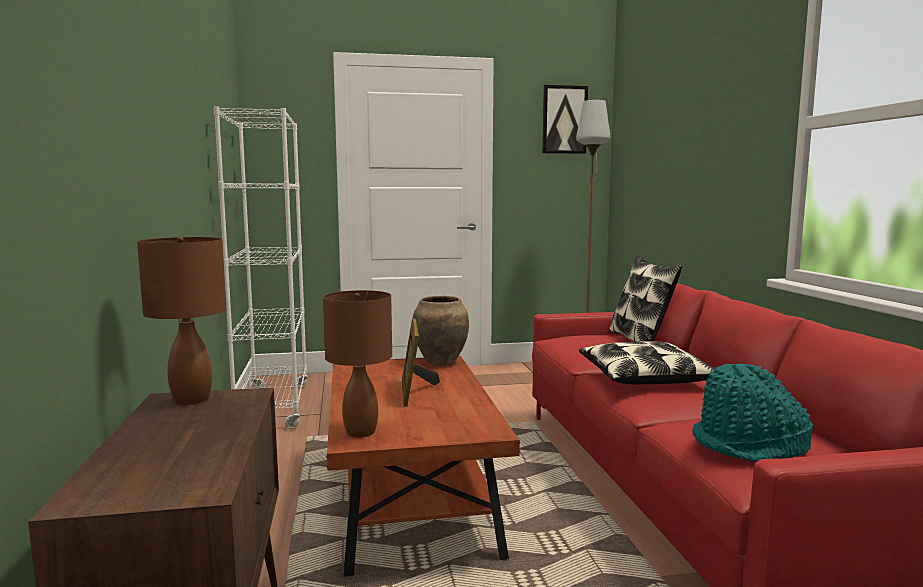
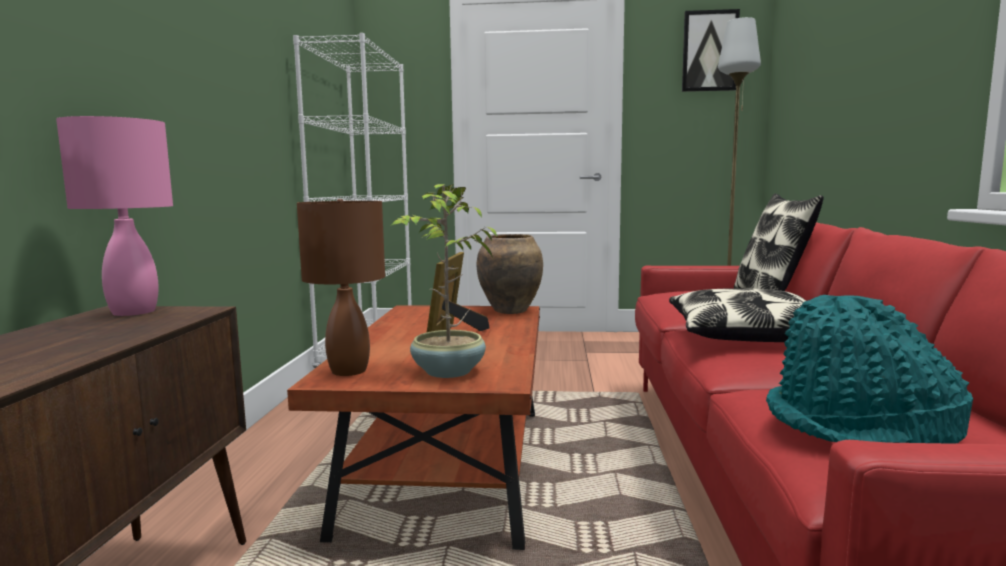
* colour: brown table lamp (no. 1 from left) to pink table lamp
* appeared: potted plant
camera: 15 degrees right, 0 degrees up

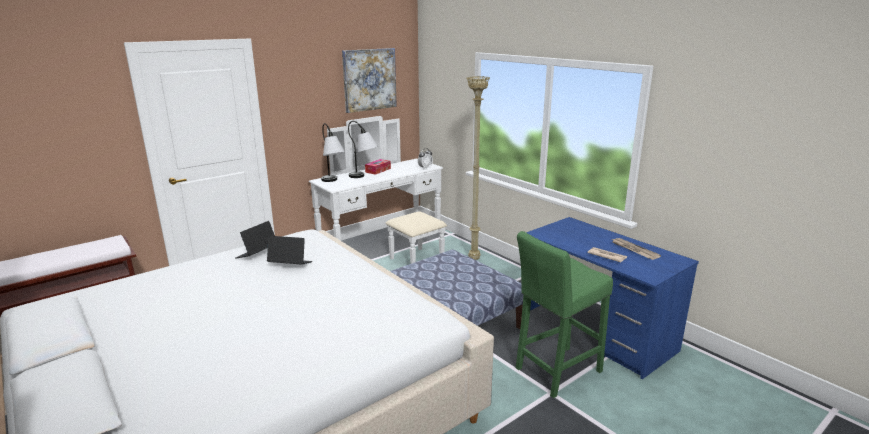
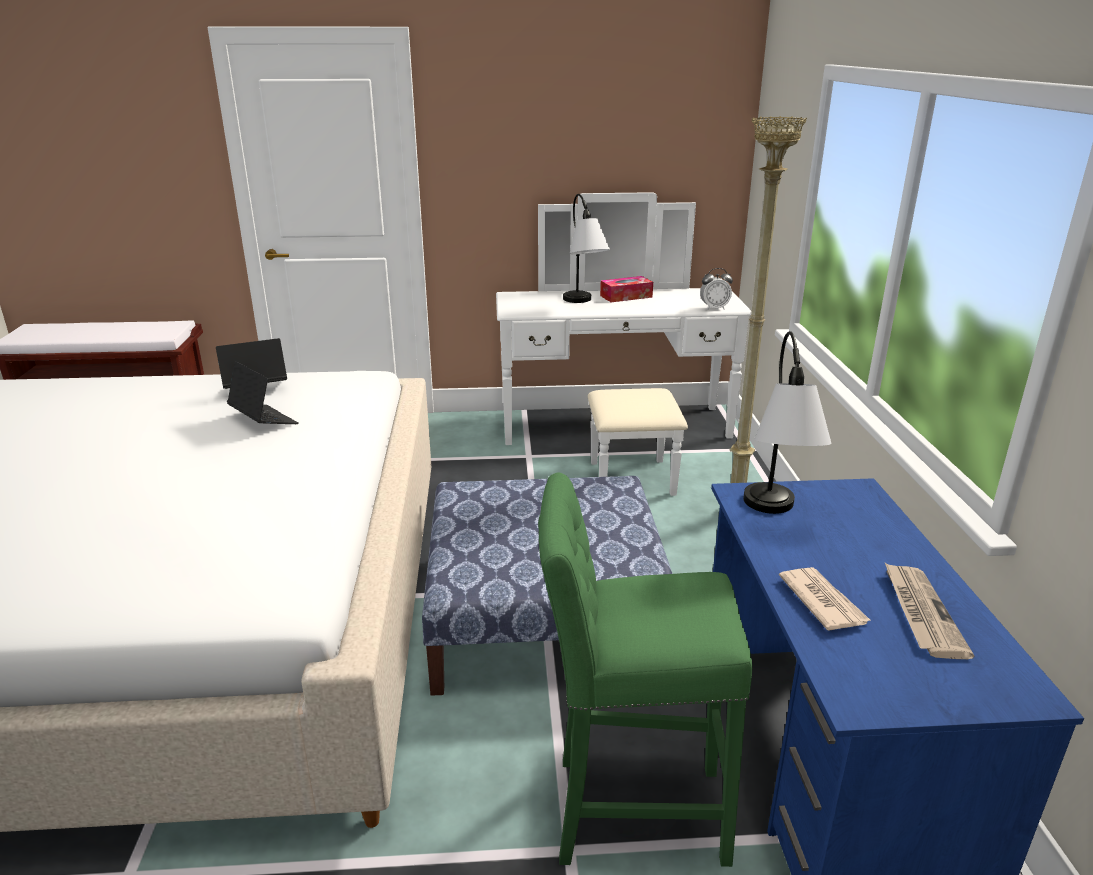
* missing: wall picture
* relocated: table lamp (no. 1 from left in the first image) to table lamp (no. 2 from left)
camera: 35 degrees right, 5 degrees up

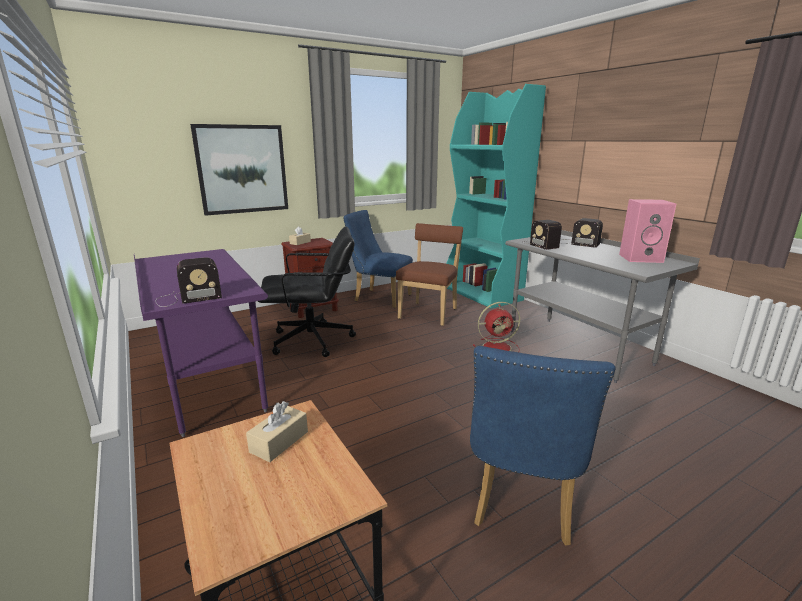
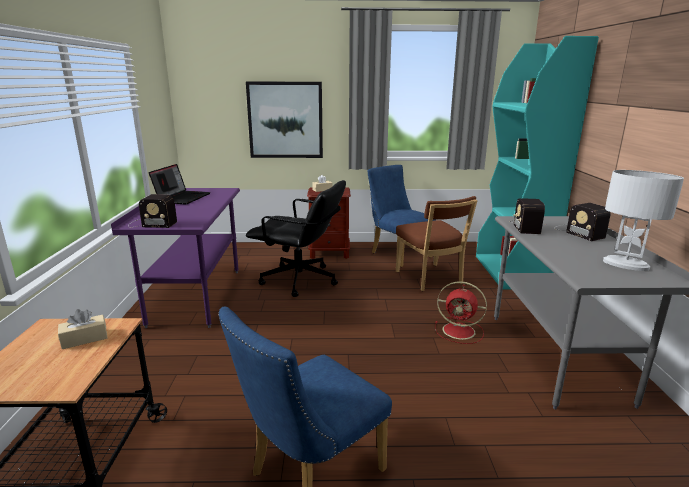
* exchanged: pink audio speaker to whitish table lamp
* spun: brown upright chair 105 degrees clockwise
* appeared: portable computer
camera: 30 degrees right, 0 degrees up

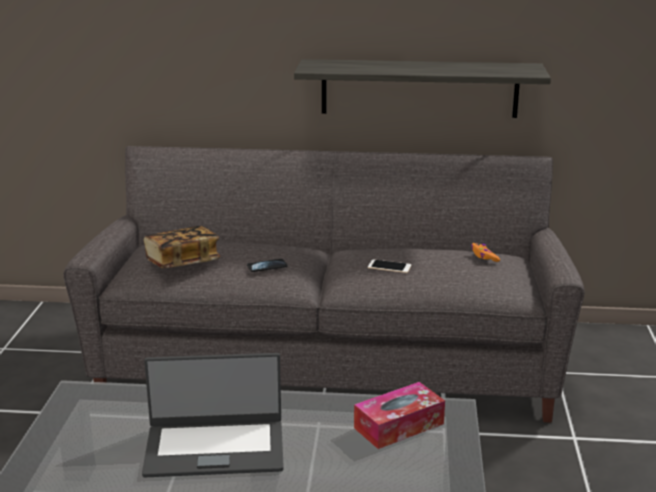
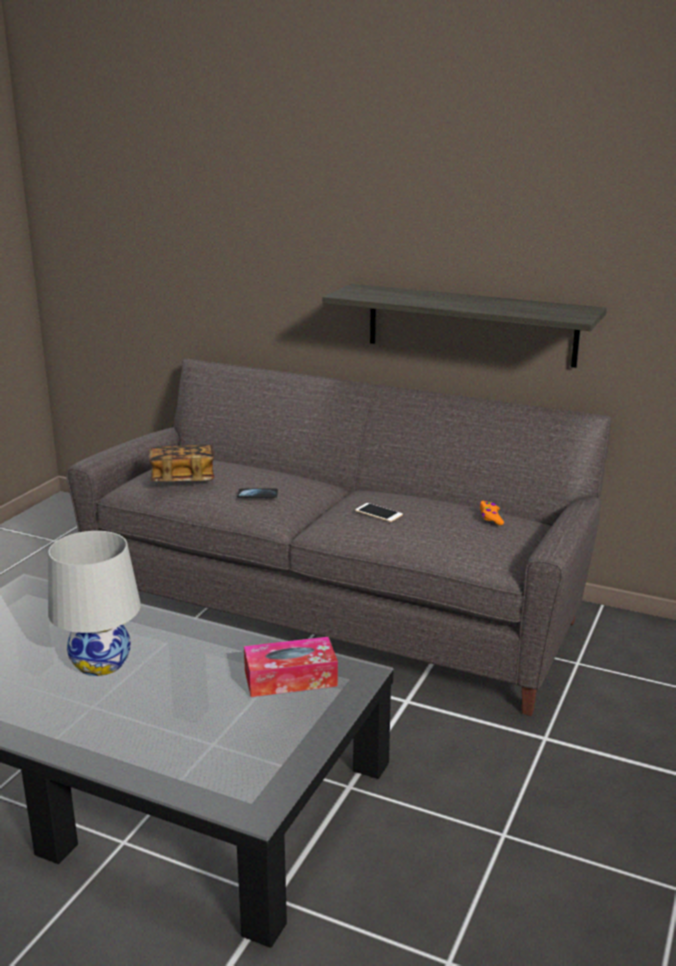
* exchanged: portable computer to whitish table lamp
camera: 20 degrees right, 0 degrees up

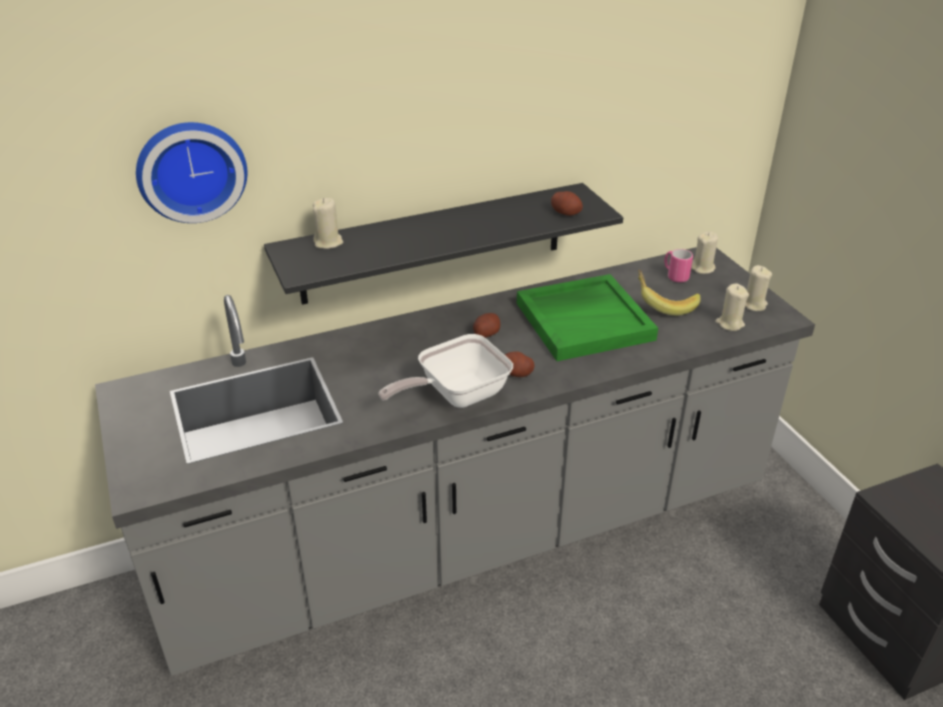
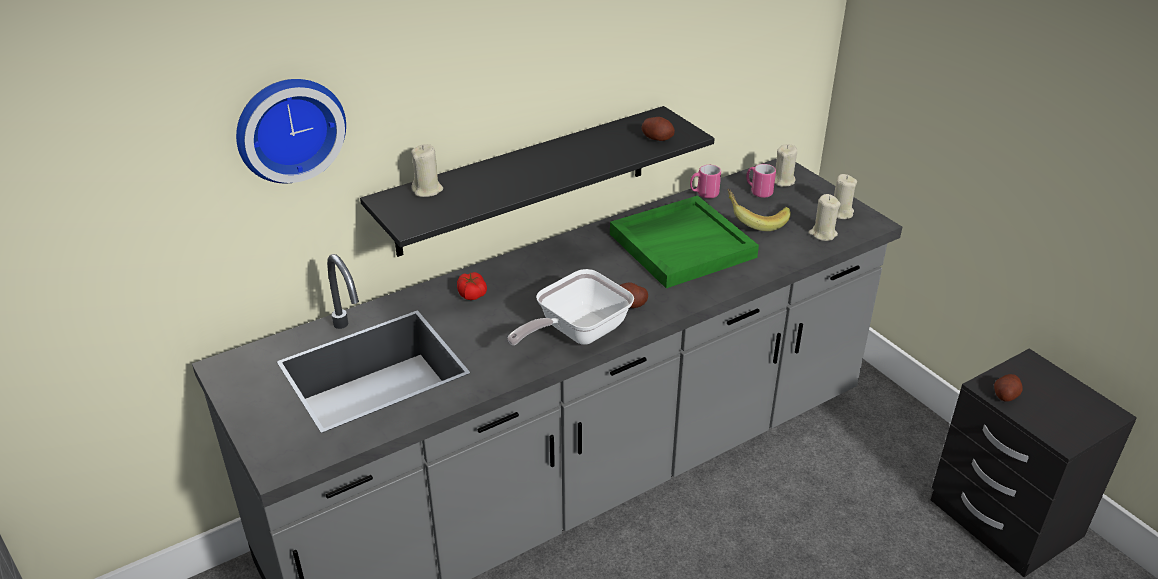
* relocated: whole potato (no. 1 from left in the first image) to whole potato (no. 3 from left)
* appeared: pink coffee mug (no. 1 from left)
* appeared: whole tomato
camera: 10 degrees left, 0 degrees up

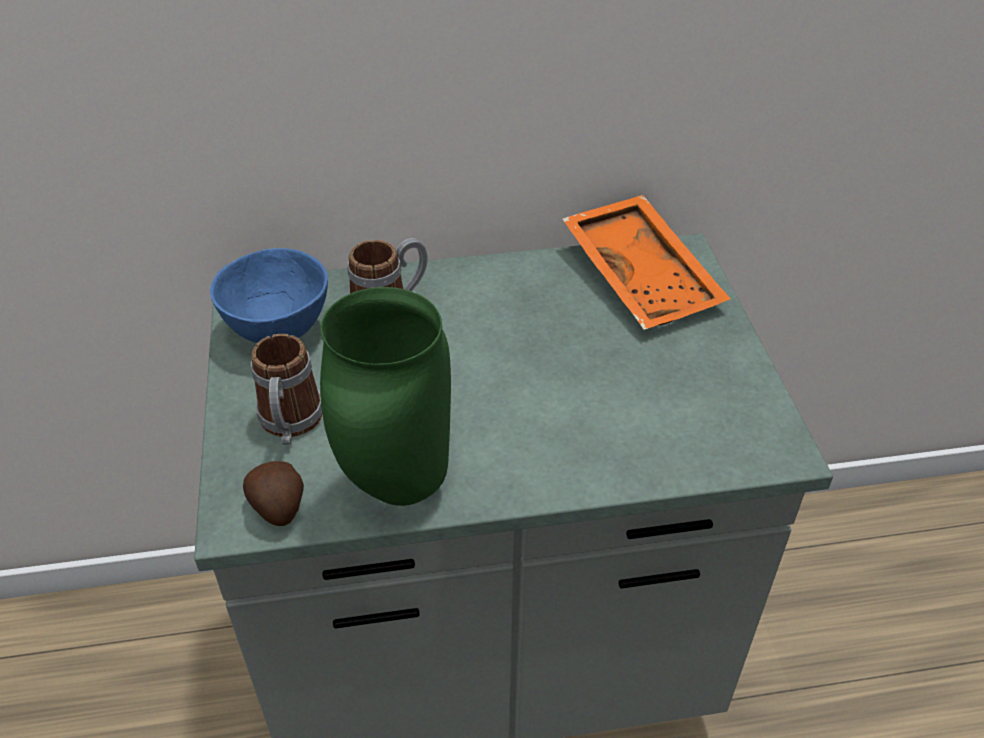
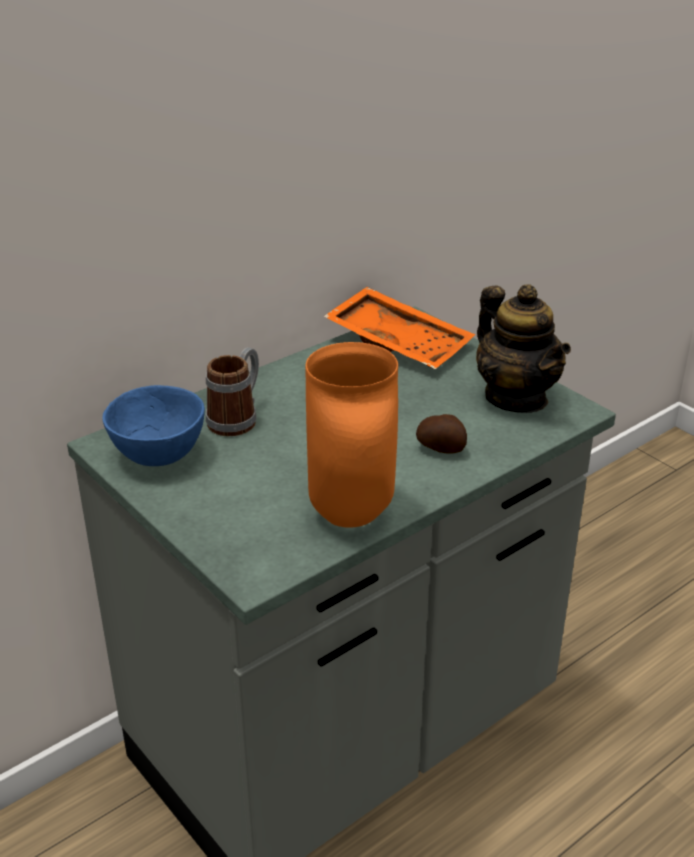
* colour: green decorative vase to orange decorative vase
* missing: coffee mug (no. 1 from left)
* relocated: whole potato
* appeared: tea pot
camera: 30 degrees left, 10 degrees down

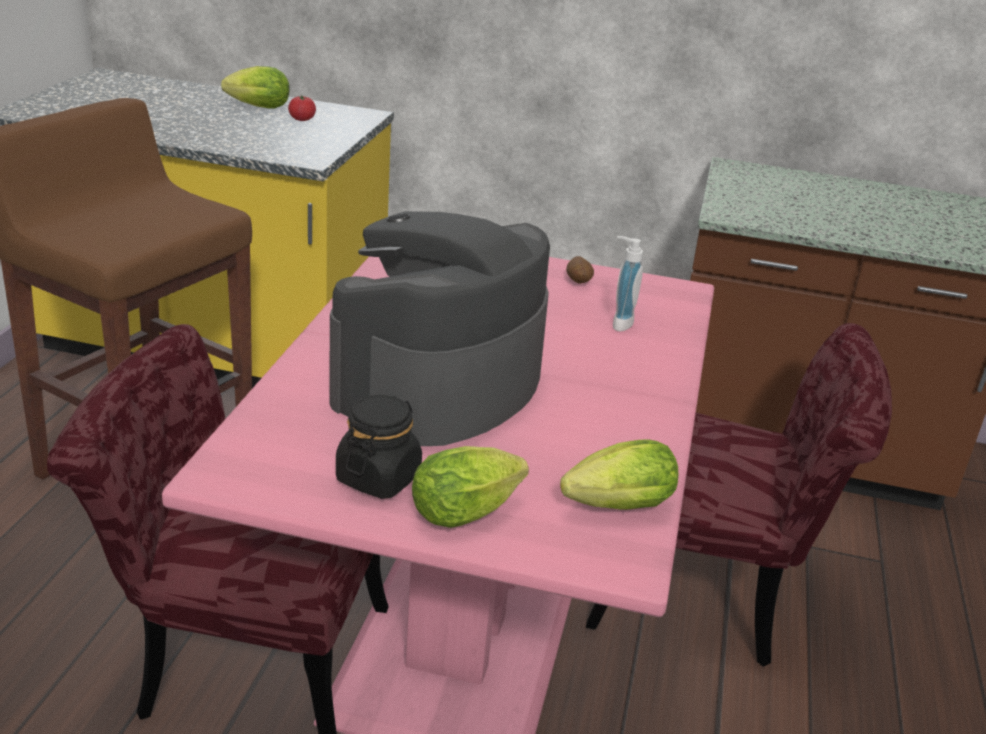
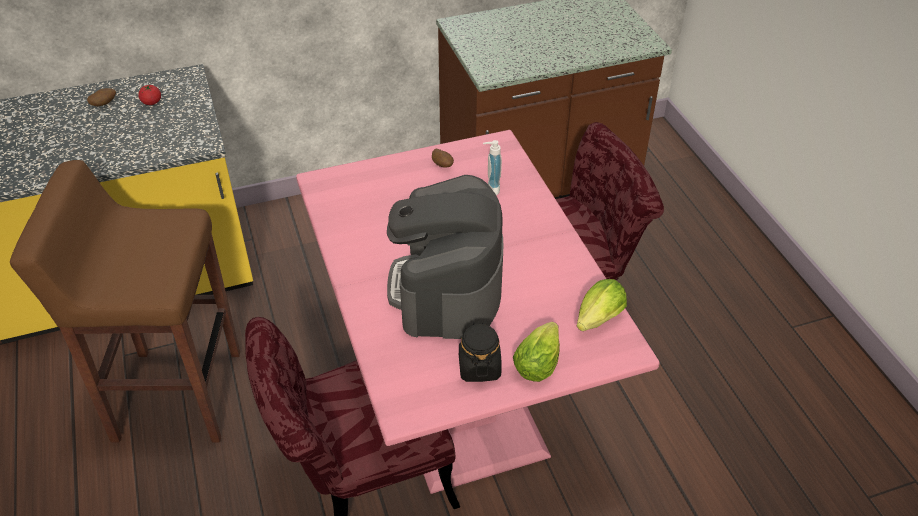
* exchanged: lettuce (no. 1 from left) to whole potato (no. 1 from left)
camera: 30 degrees left, 15 degrees up

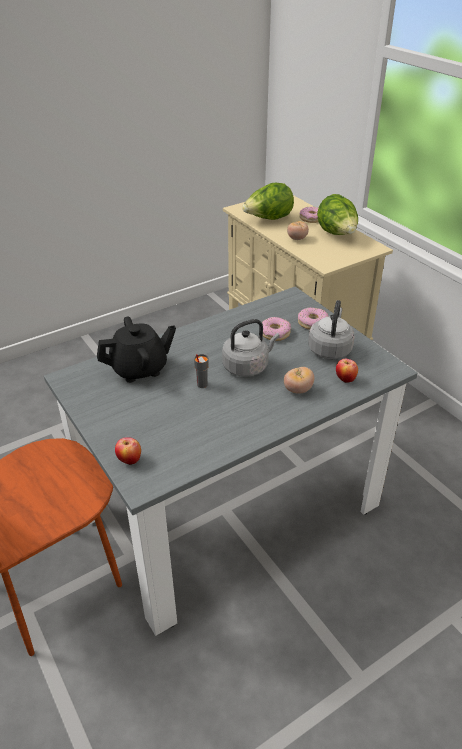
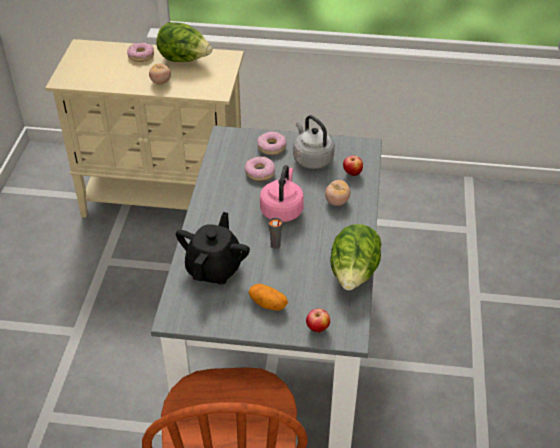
* relocated: lettuce (no. 1 from left in the first image) to lettuce (no. 2 from left)
* colour: gray kettle (no. 1 from left) to pink kettle
* appeared: whole potato
camera: 50 degrees left, 5 degrees up

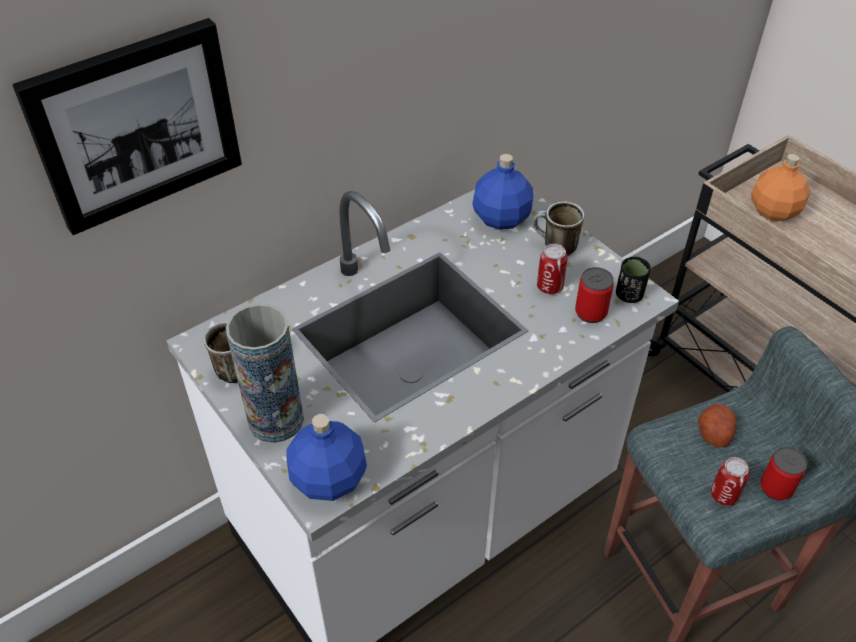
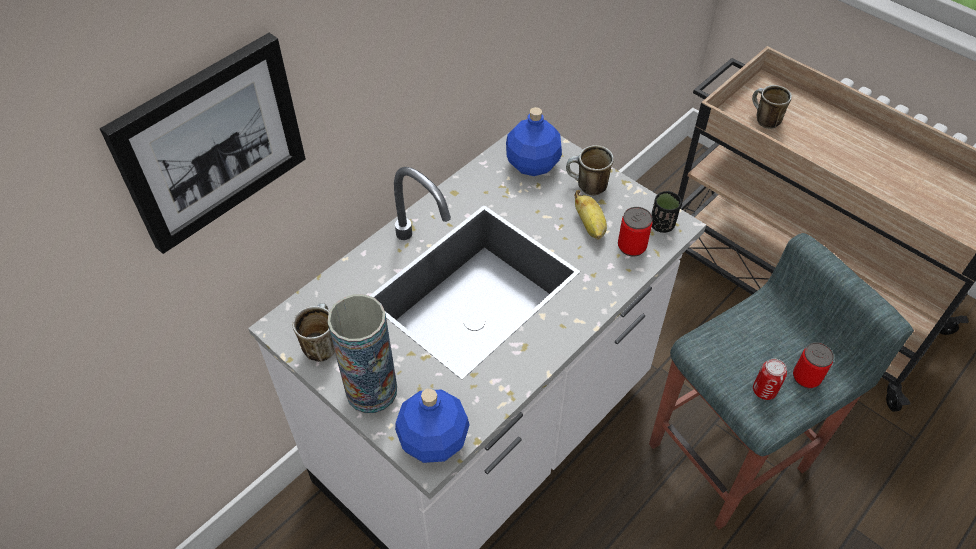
* exchanged: orange beverage bottle to coffee mug (no. 3 from left)
* exchanged: metal can (no. 1 from left) to banana
* missing: whole potato
camera: 10 degrees left, 5 degrees up

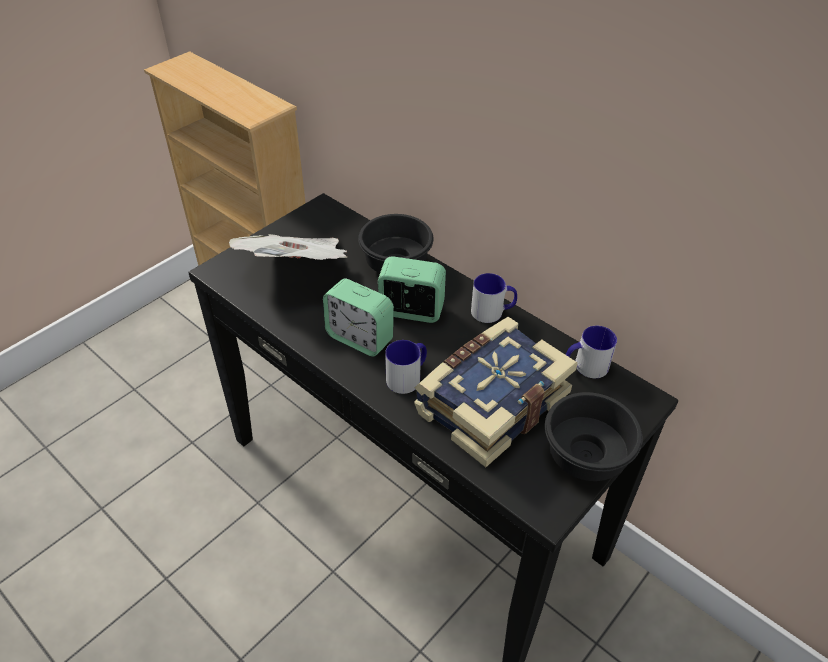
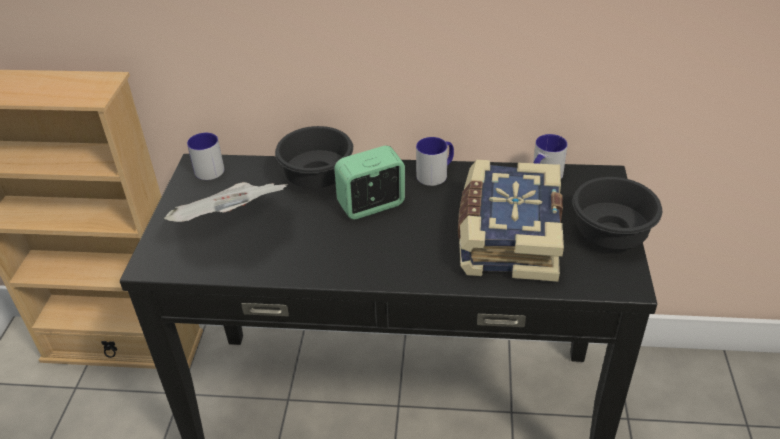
* missing: table clock (no. 1 from left)
* relocated: coffee mug (no. 1 from left)
camera: 35 degrees left, 5 degrees down

